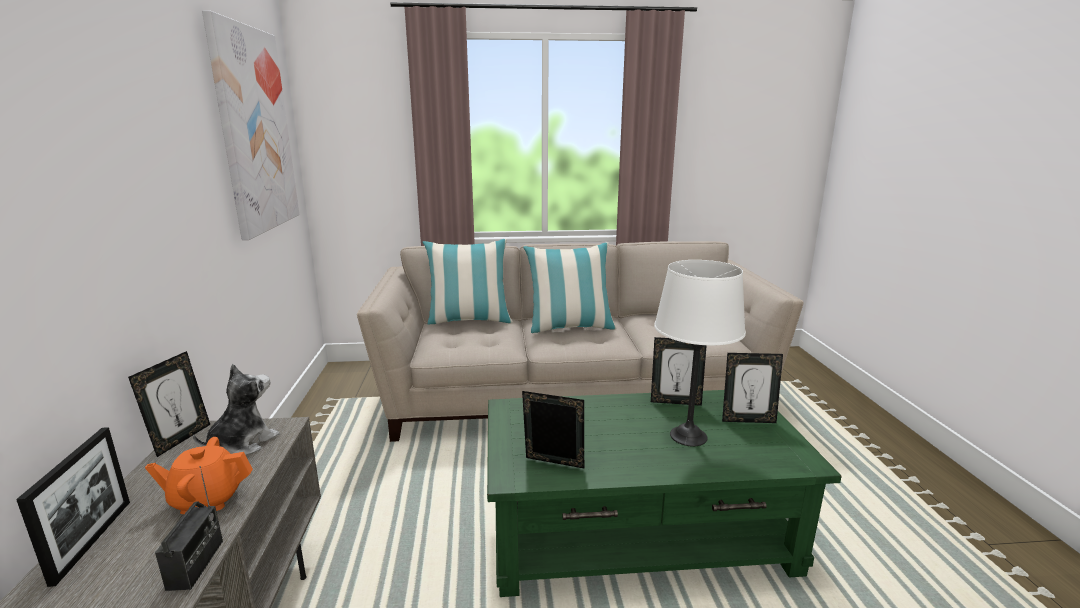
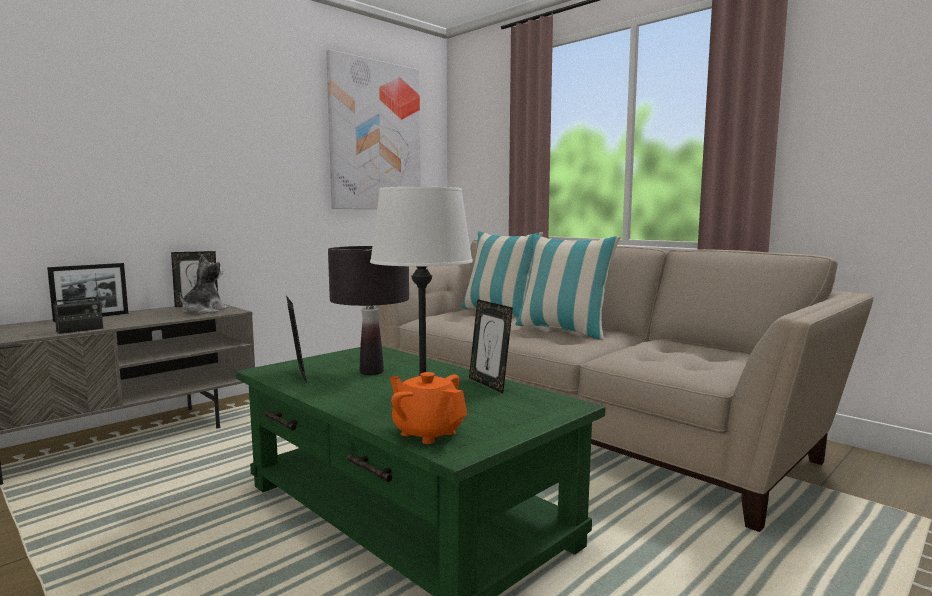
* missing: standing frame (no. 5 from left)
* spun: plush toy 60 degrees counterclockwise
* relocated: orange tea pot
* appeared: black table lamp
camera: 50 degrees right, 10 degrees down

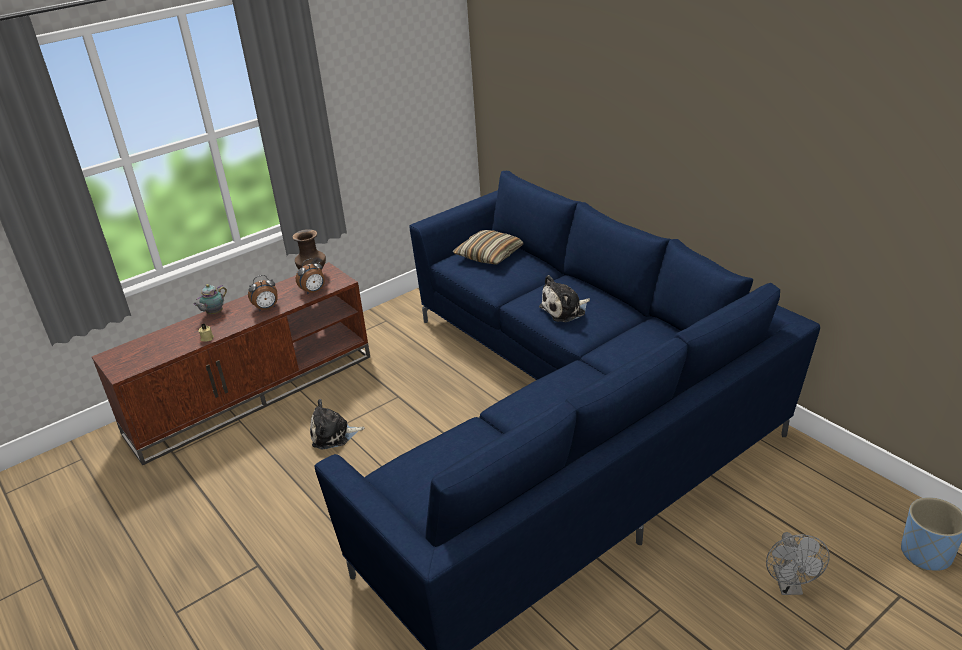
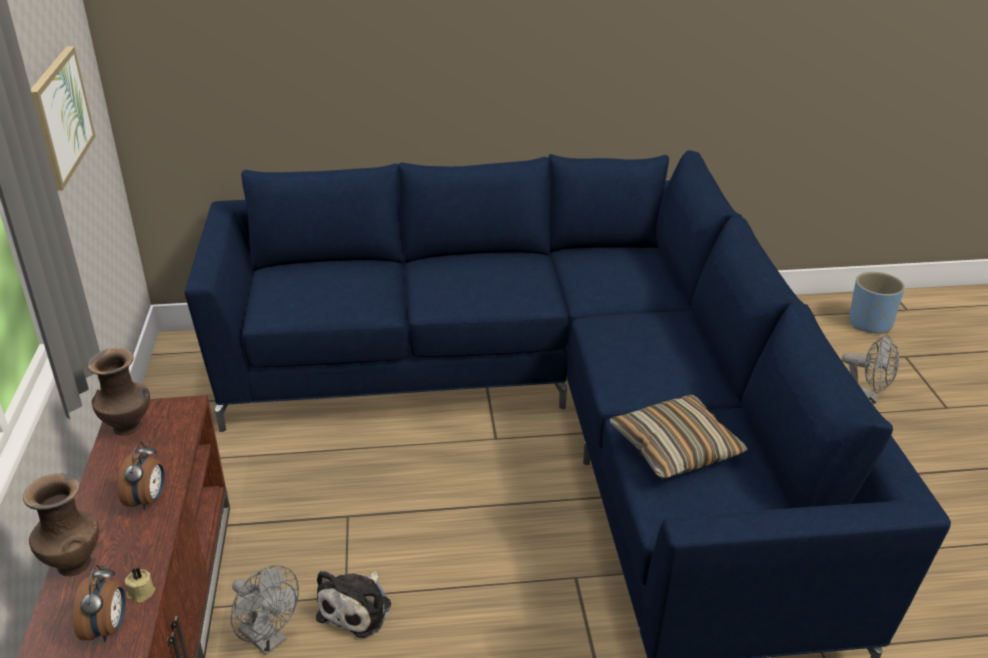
* relocated: throw pillow
* relocated: table clock (no. 2 from left in the first image) to table clock (no. 1 from left)
* missing: plush toy (no. 2 from left)
* exchanged: tea pot to brown decorative vase (no. 1 from left)
* appeared: wall picture
* appeared: gray cooling fan (no. 1 from left)
camera: 60 degrees left, 0 degrees up

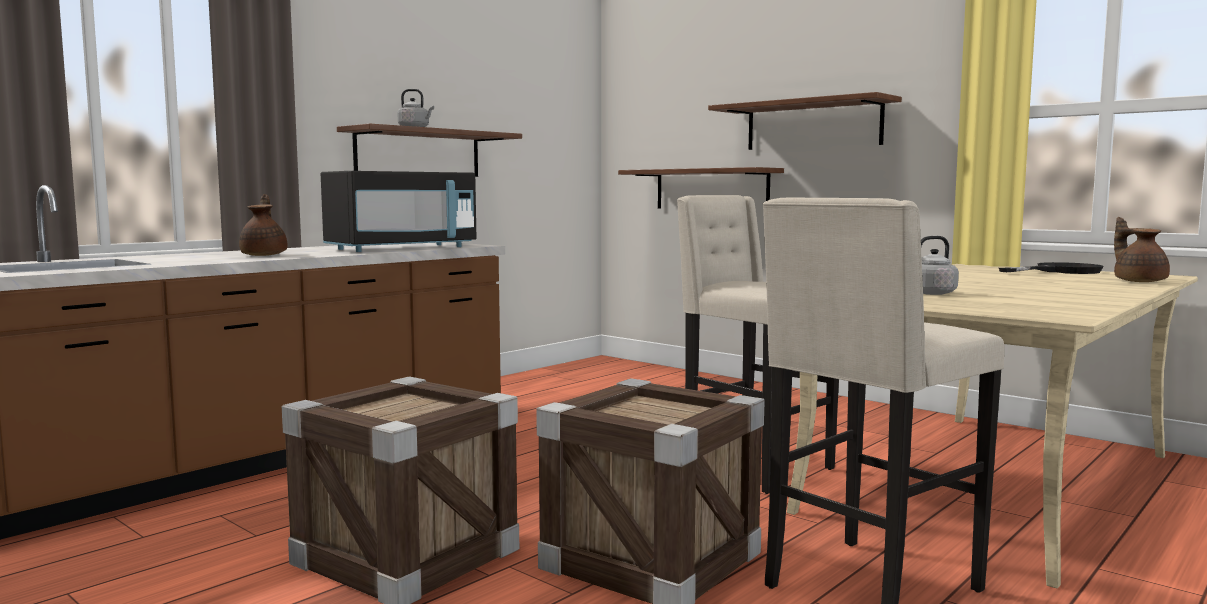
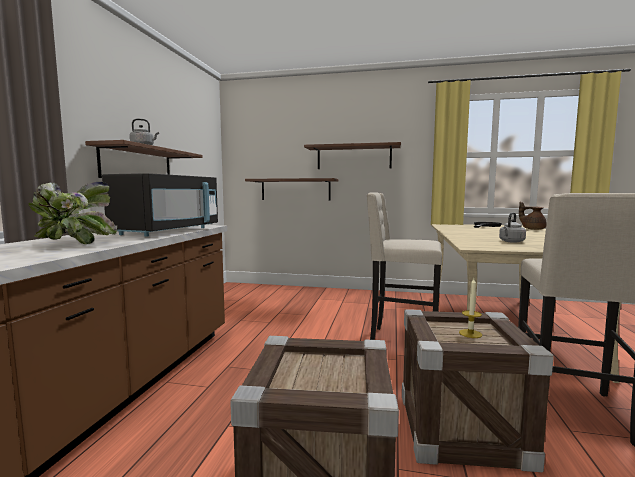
* exchanged: brown tea pot (no. 1 from left) to potted plant
* appeared: wax light
camera: 30 degrees left, 0 degrees up

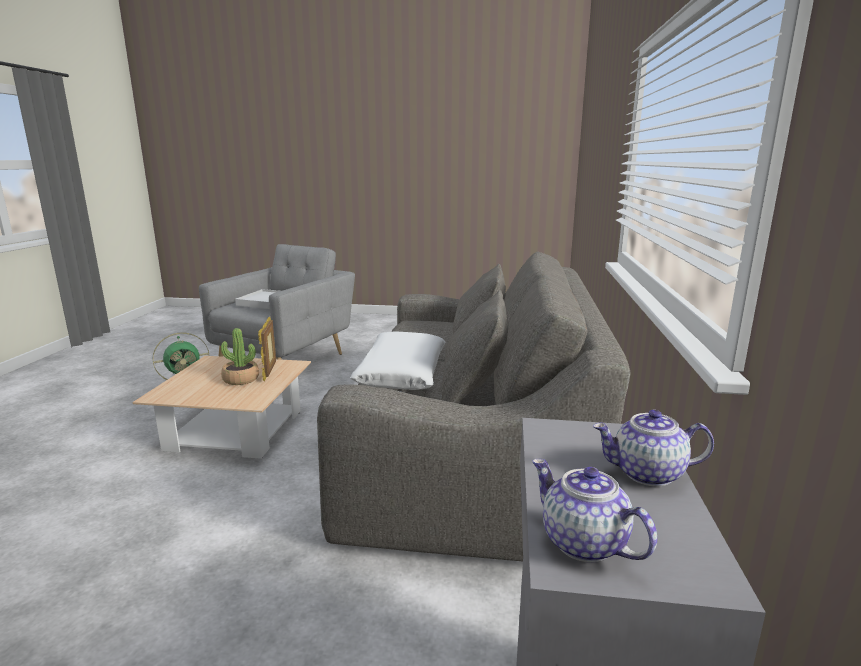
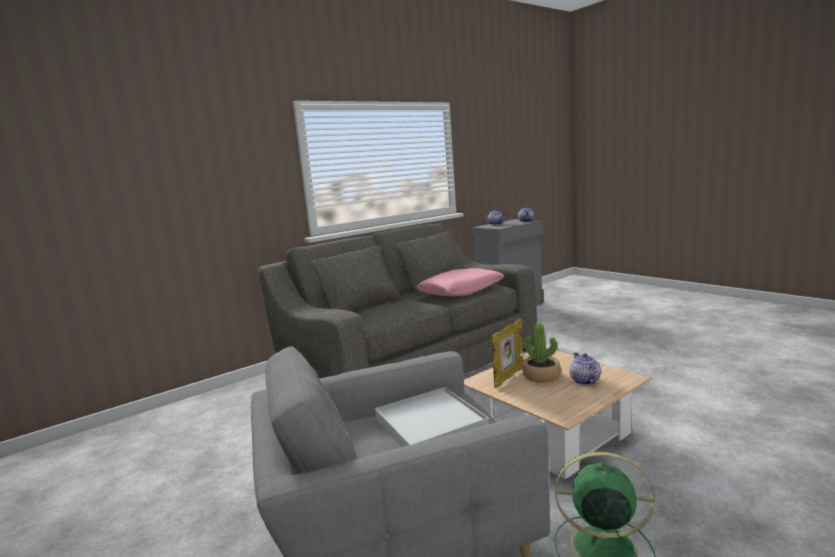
* colour: whitish throw pillow to pink throw pillow
* appeared: tea pot (no. 3 from left)
camera: 135 degrees left, 5 degrees down

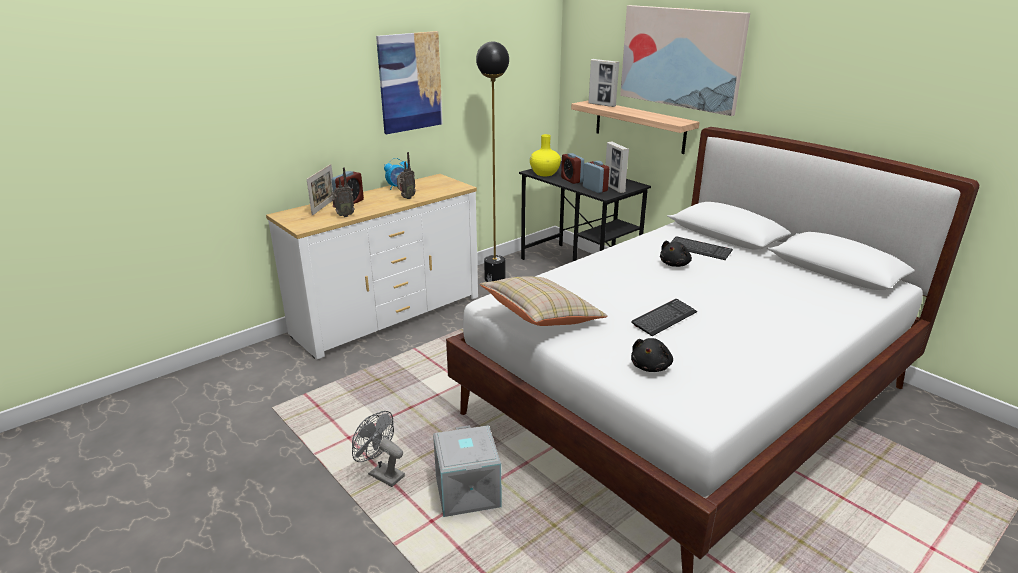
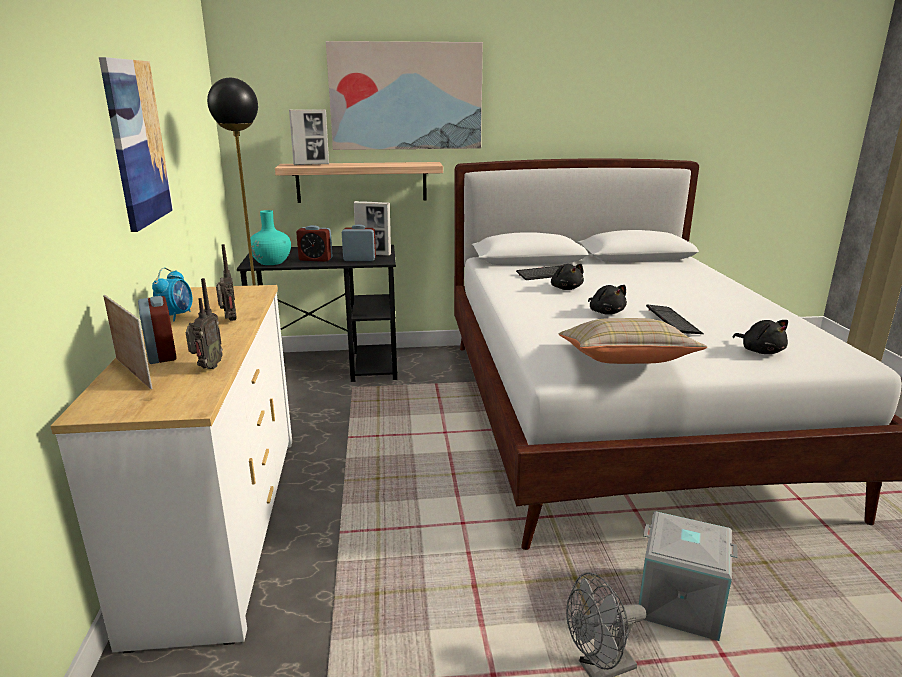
* colour: yellowish decorative vase to blue-green decorative vase
* appeared: black plush toy (no. 2 from left)
camera: 55 degrees left, 5 degrees down

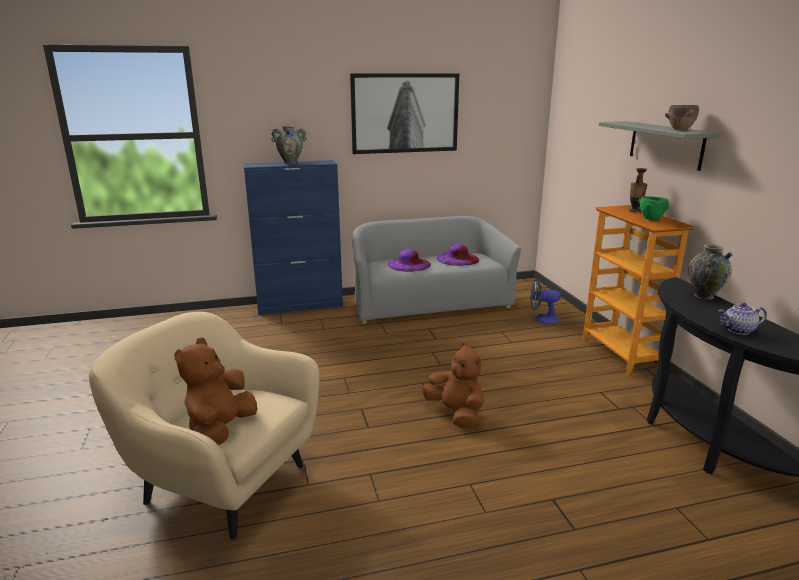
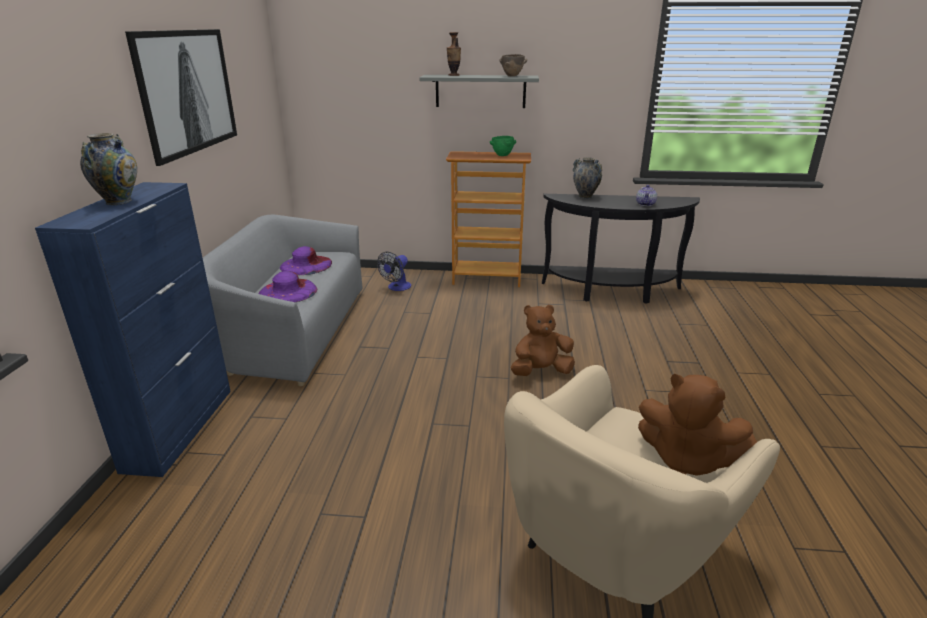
* relocated: decorative vase (no. 2 from left)
camera: 70 degrees left, 5 degrees up

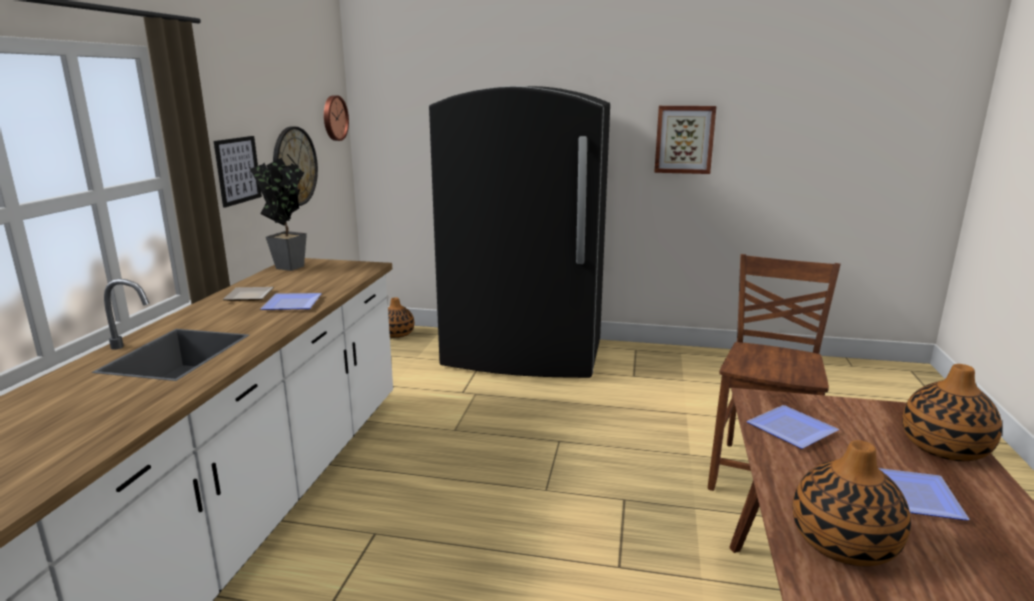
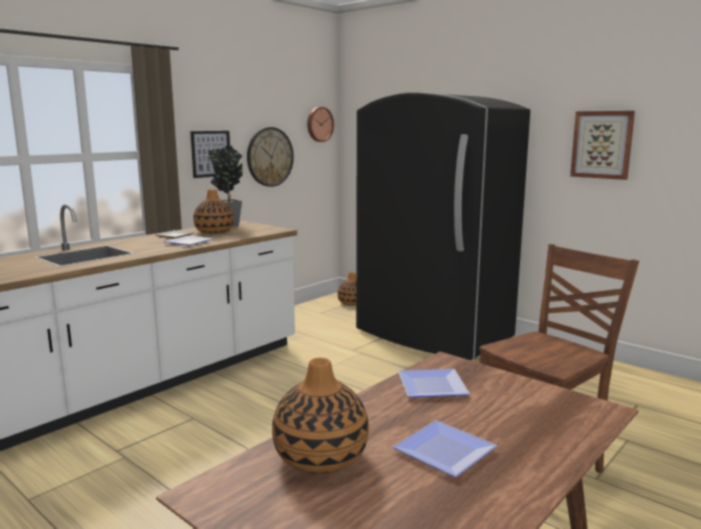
* relocated: decorative vase (no. 3 from left in the first image) to decorative vase (no. 1 from left)
camera: 30 degrees right, 5 degrees down

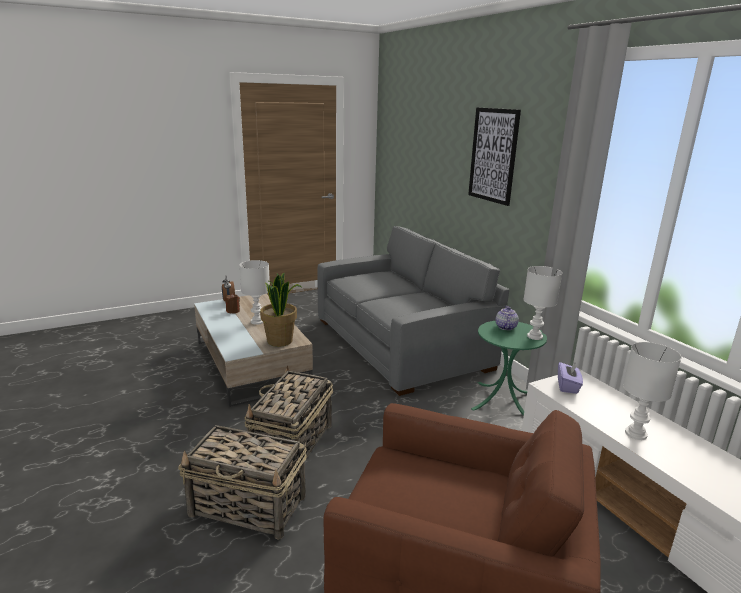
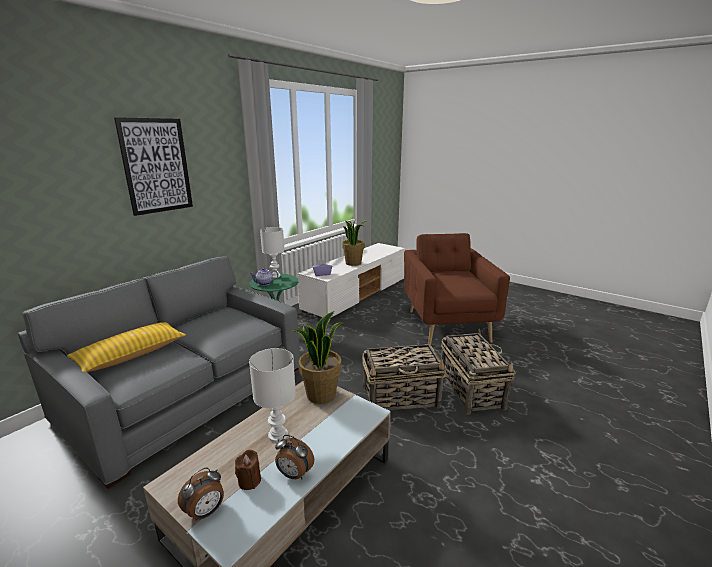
* exchanged: whitish table lamp (no. 3 from left) to potted plant (no. 2 from left)
* appeared: yellowish throw pillow
* appeared: table clock (no. 2 from left)
camera: 115 degrees left, 0 degrees up

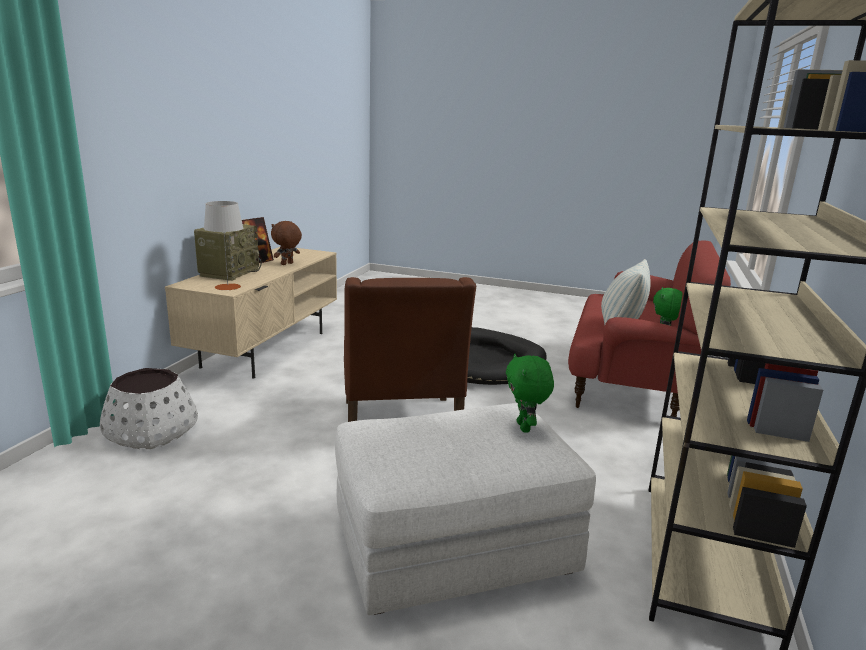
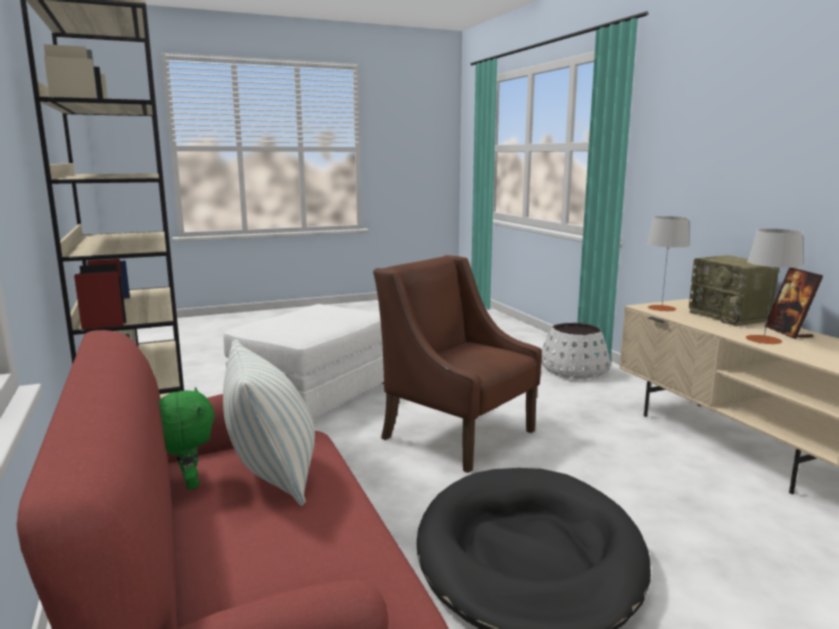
* exchanged: brown plush toy to gray table lamp (no. 2 from left)
* missing: green plush toy (no. 1 from left)
camera: 140 degrees right, 5 degrees down

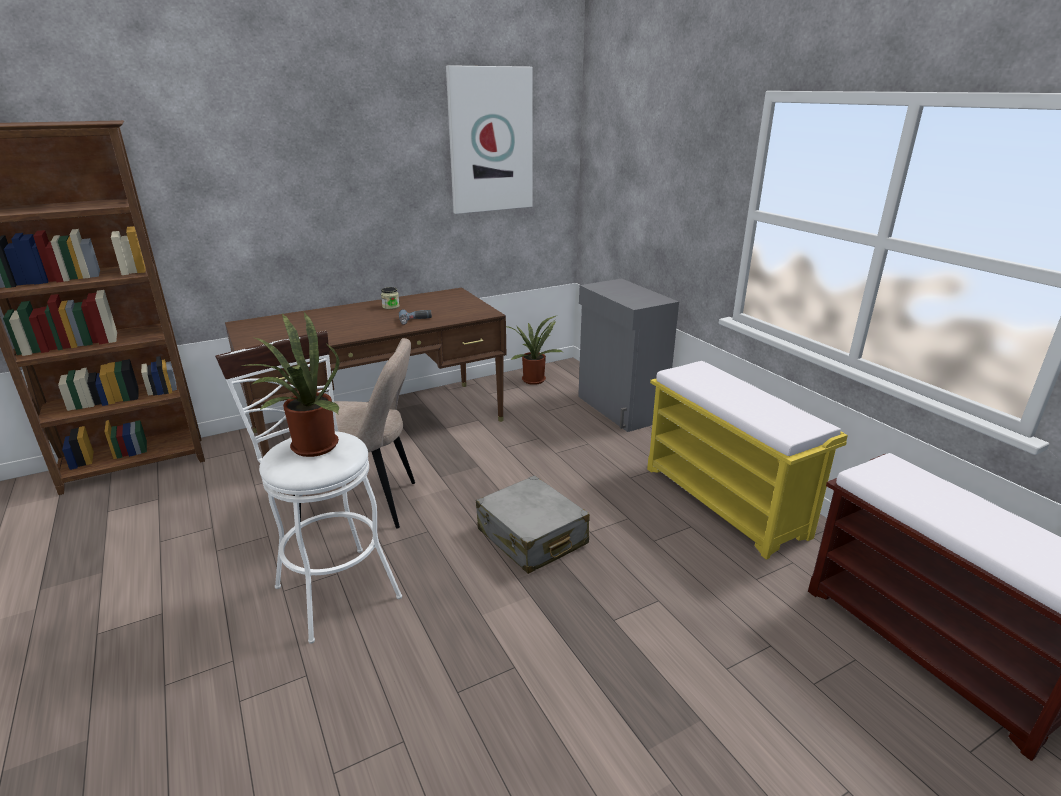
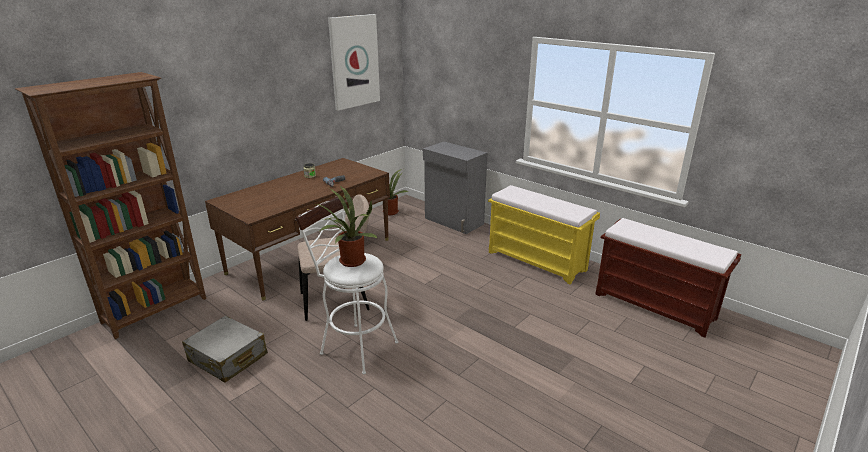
* relocated: gray piece of luggage
camera: 20 degrees left, 0 degrees up

